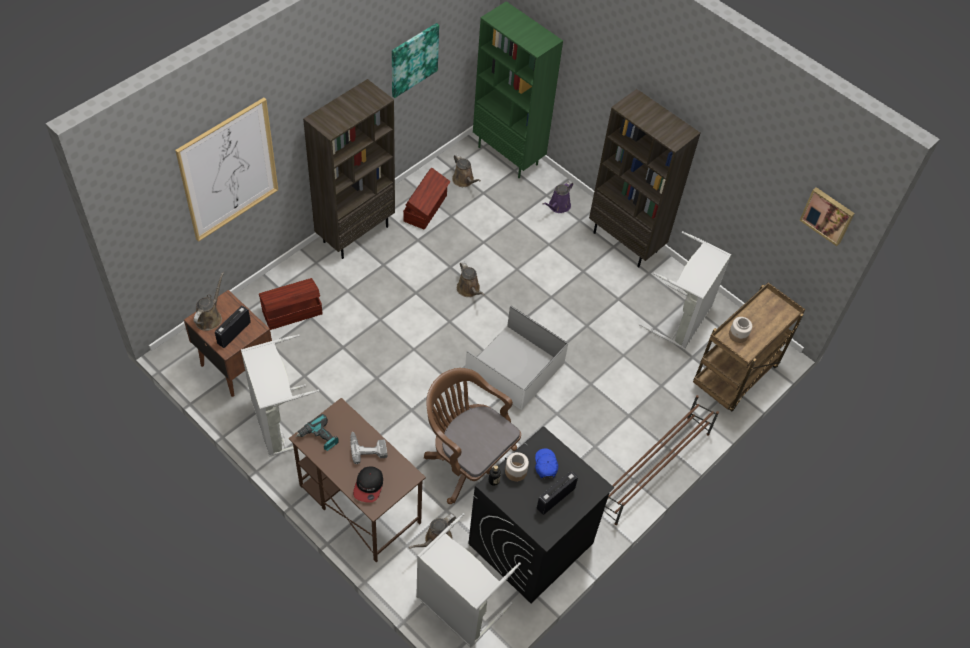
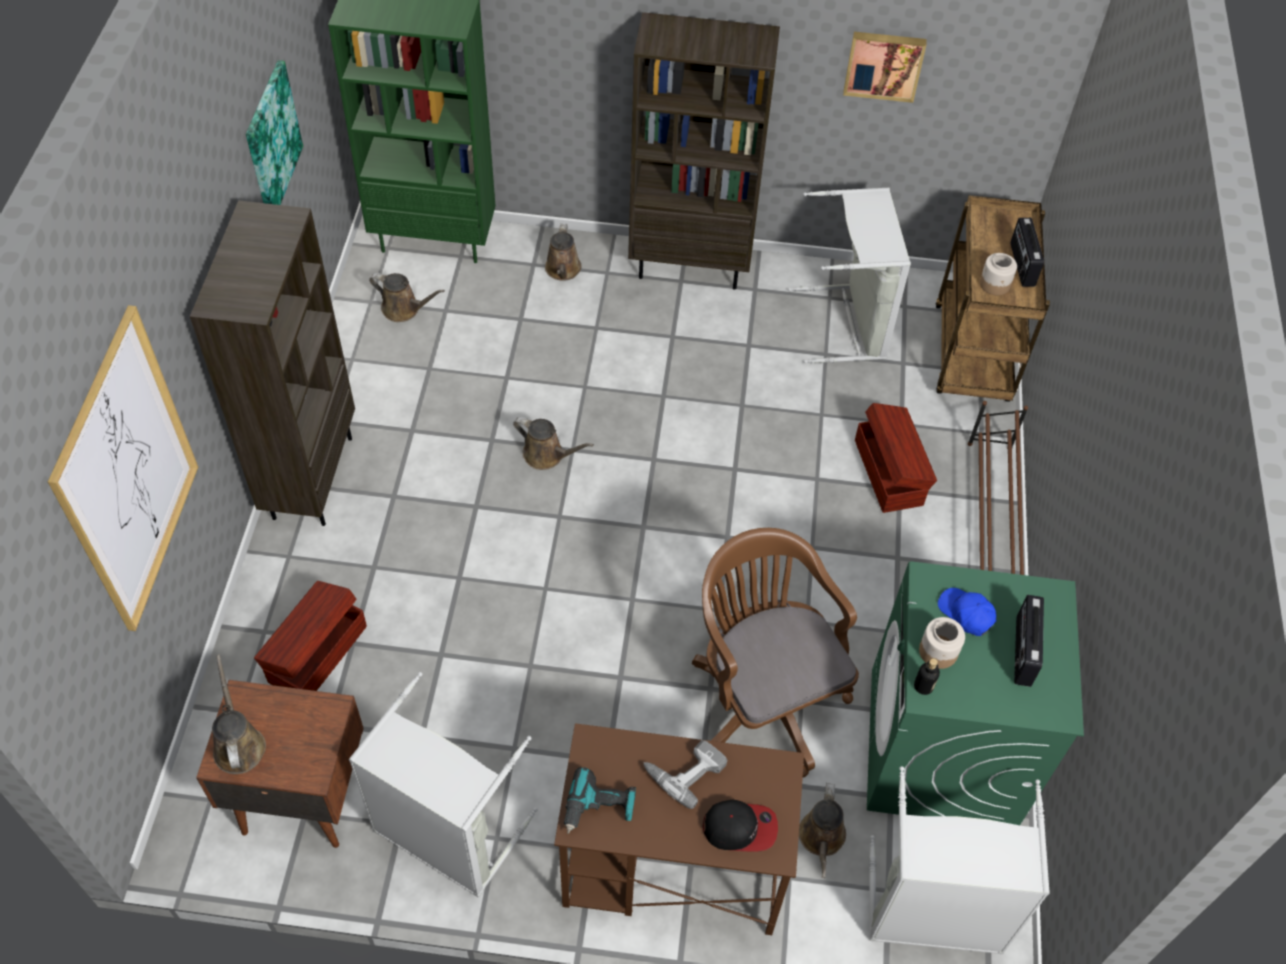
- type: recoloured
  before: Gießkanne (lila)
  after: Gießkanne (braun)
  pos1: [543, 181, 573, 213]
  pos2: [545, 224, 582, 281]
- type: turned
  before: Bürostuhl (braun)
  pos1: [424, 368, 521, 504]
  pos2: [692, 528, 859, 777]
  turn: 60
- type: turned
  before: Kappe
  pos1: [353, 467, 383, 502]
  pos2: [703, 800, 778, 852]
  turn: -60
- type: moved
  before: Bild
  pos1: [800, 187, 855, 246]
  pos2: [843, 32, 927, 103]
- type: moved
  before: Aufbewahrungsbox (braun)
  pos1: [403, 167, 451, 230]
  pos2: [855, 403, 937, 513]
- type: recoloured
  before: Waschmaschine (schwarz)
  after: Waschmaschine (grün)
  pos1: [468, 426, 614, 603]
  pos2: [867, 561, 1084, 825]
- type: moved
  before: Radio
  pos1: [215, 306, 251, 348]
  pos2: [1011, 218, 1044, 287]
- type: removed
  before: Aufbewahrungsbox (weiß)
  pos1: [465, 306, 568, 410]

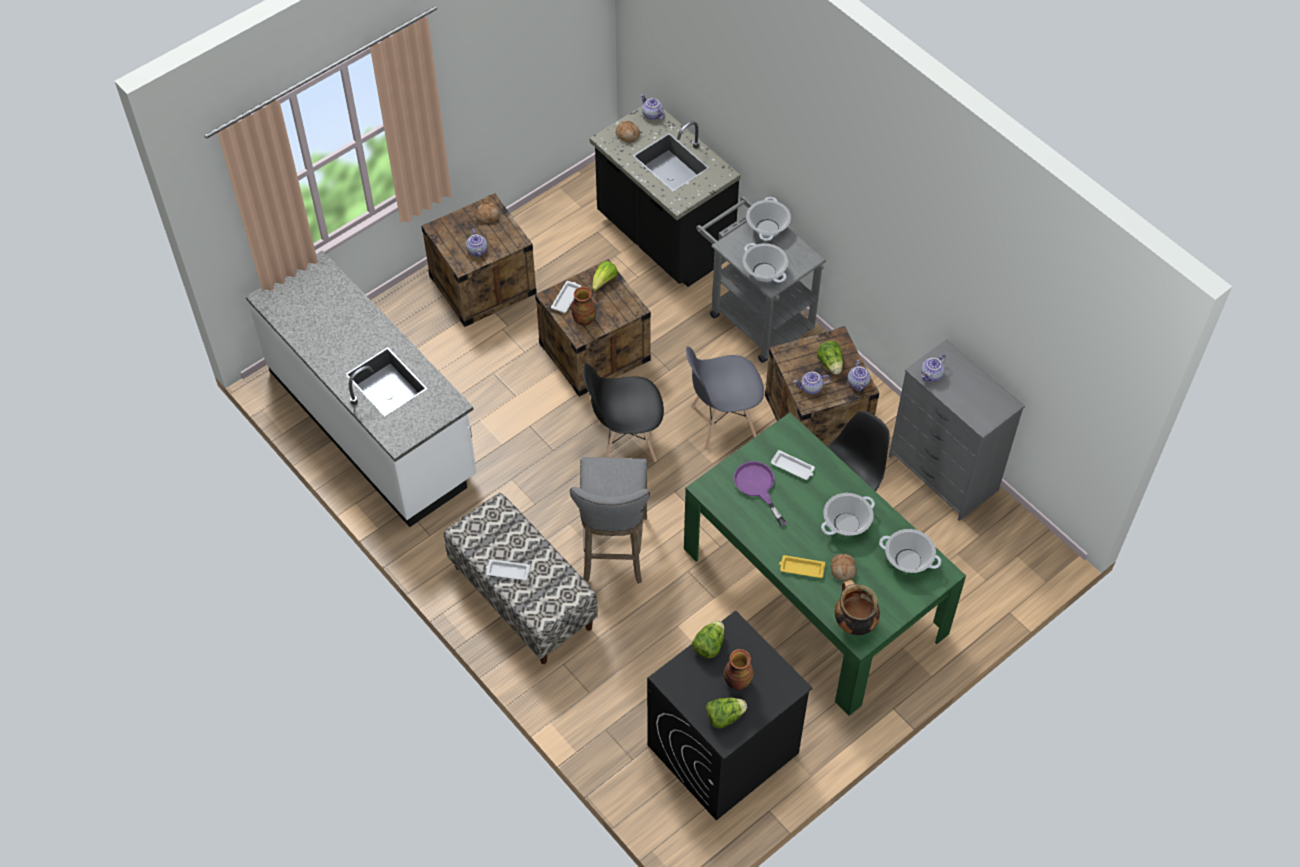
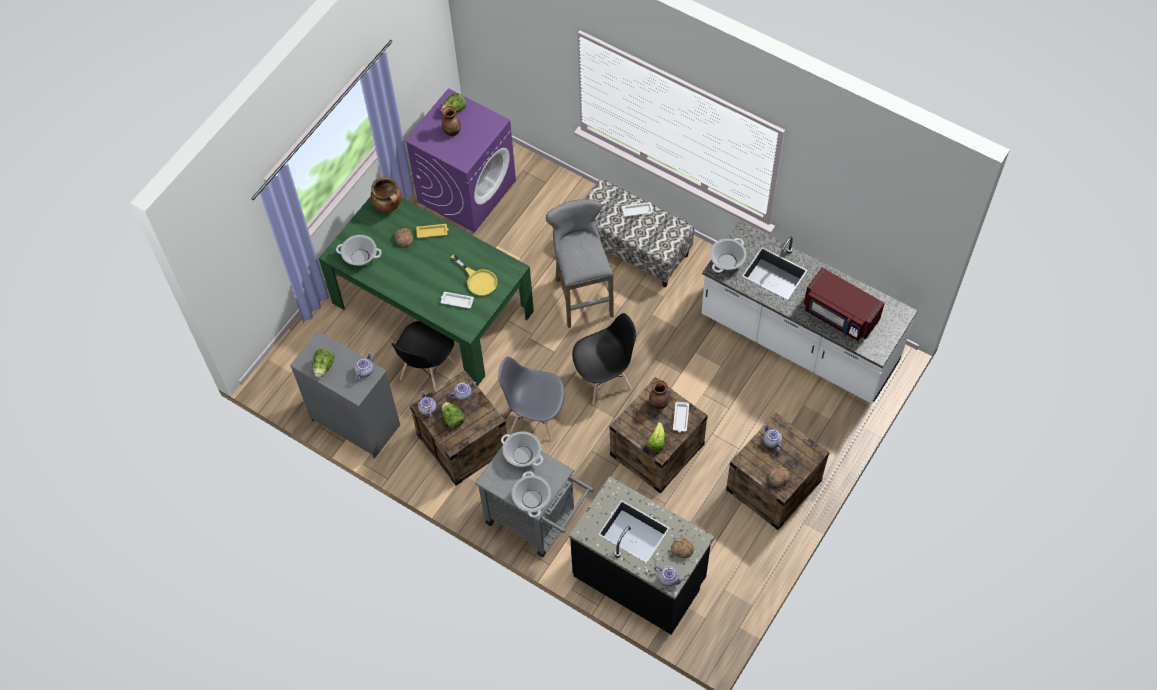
- type: moved
  before: Salatkopf
  pos1: [692, 620, 725, 658]
  pos2: [313, 349, 335, 378]
- type: recoloured
  before: Waschmaschine (schwarz)
  after: Waschmaschine (lila)
  pos1: [647, 610, 813, 821]
  pos2: [404, 88, 516, 233]
- type: recoloured
  before: Pfanne (lila)
  after: Pfanne (gelb)
  pos1: [734, 461, 786, 526]
  pos2: [451, 255, 497, 296]
- type: turned
  before: Stuhl (grau)
  pos1: [686, 346, 764, 449]
  pos2: [498, 356, 565, 441]
  turn: -135
- type: moved
  before: Kochtopf
  pos1: [821, 493, 875, 536]
  pos2: [710, 238, 747, 273]
- type: added
  after: Mikrowelle (rot)
  pos2: [804, 267, 885, 341]

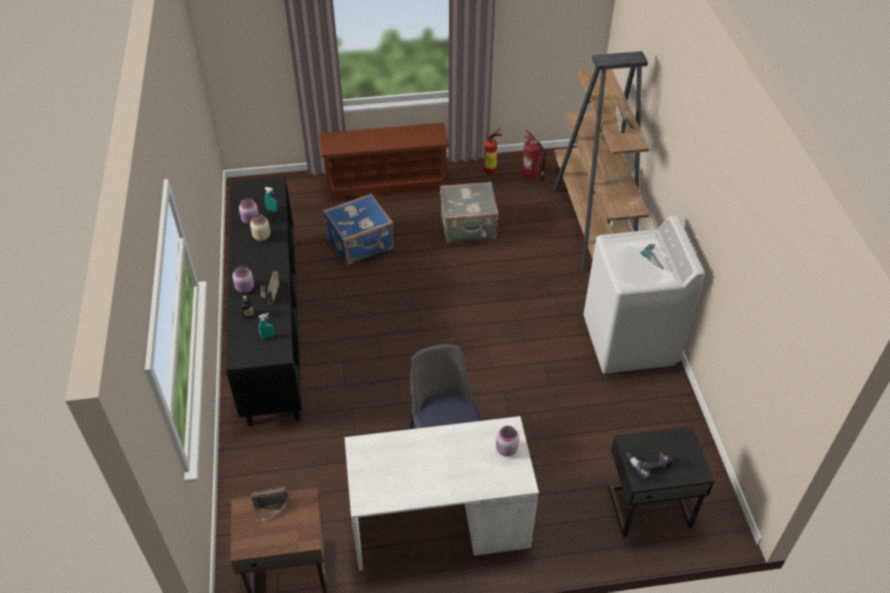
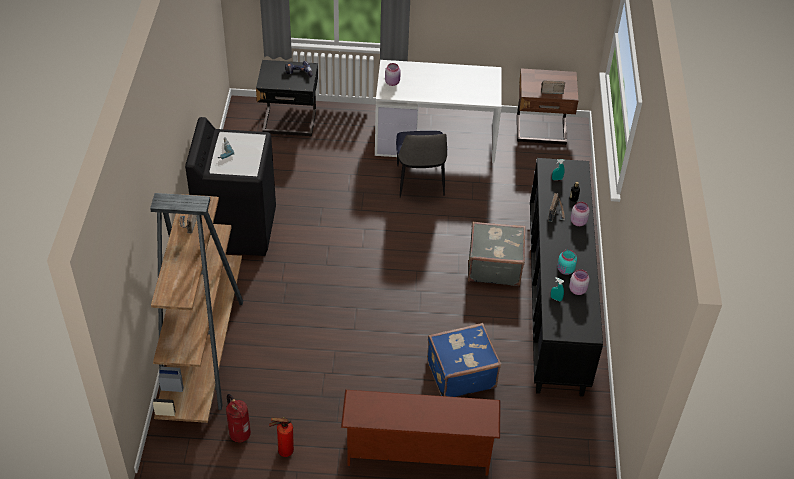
- type: recoloured
  before: Waschmaschine (weiß)
  after: Waschmaschine (schwarz)
  pos1: [584, 215, 705, 374]
  pos2: [185, 117, 276, 256]
- type: moved
  before: Koffer (grau)
  pos1: [440, 181, 499, 244]
  pos2: [468, 222, 526, 286]
- type: recoloured
  before: Vorratsglas (beige)
  after: Vorratsglas (türkis)
  pos1: [250, 214, 271, 241]
  pos2: [557, 249, 577, 275]

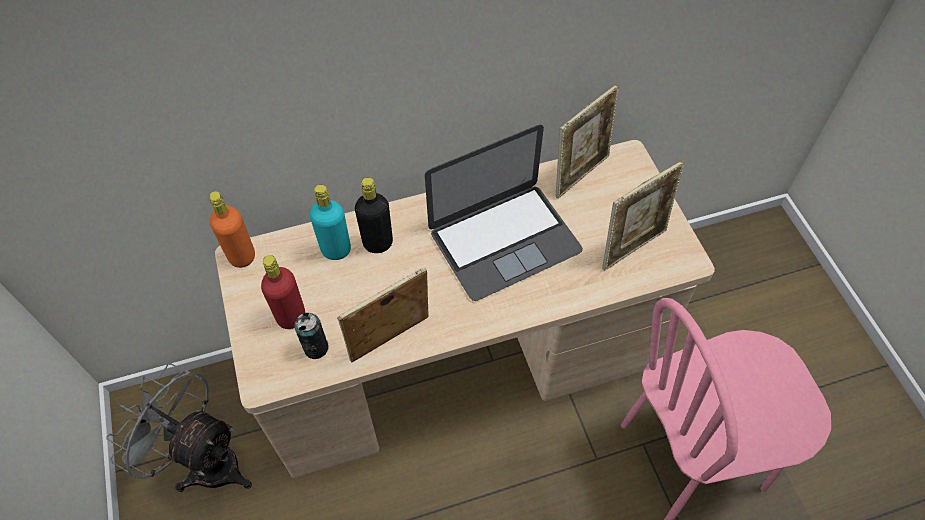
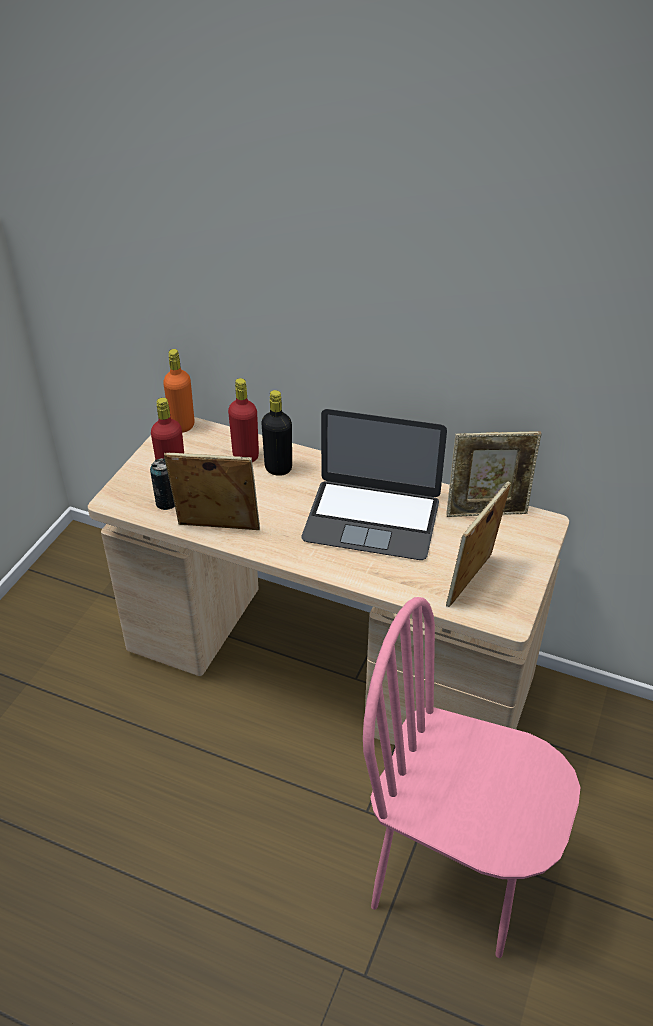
- type: recoloured
  before: Flasche (türkis)
  after: Flasche (rot)
  pos1: [310, 185, 351, 260]
  pos2: [228, 378, 259, 462]
- type: turned
  before: Bilderrahmen
  pos1: [602, 161, 684, 271]
  pos2: [446, 482, 511, 607]
  turn: 120
- type: removed
  before: Ventilator (grau)
  pos1: [106, 363, 252, 492]

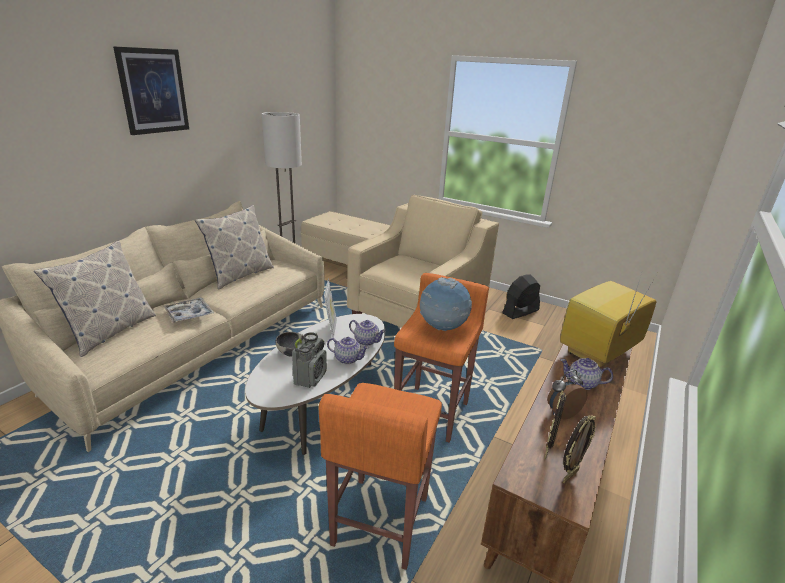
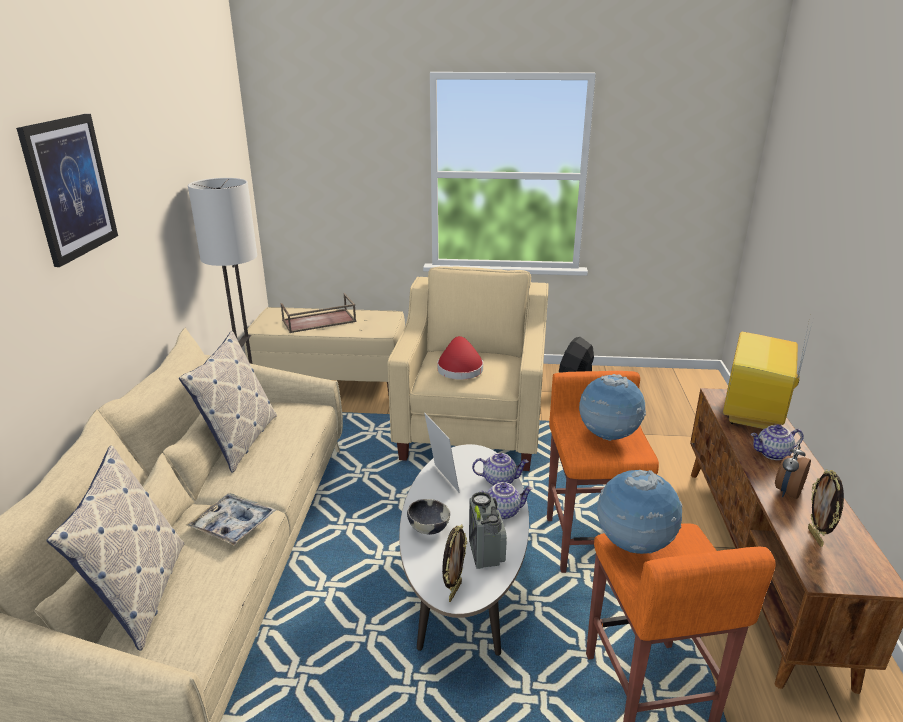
- type: added
  after: Tablett (braun)
  pos2: [281, 293, 356, 333]
- type: added
  after: Hut (rot)
  pos2: [437, 336, 483, 380]
- type: moved
  before: Bilderrahmen
  pos1: [563, 415, 596, 483]
  pos2: [442, 524, 467, 602]
- type: added
  after: Globus
  pos2: [597, 470, 683, 554]

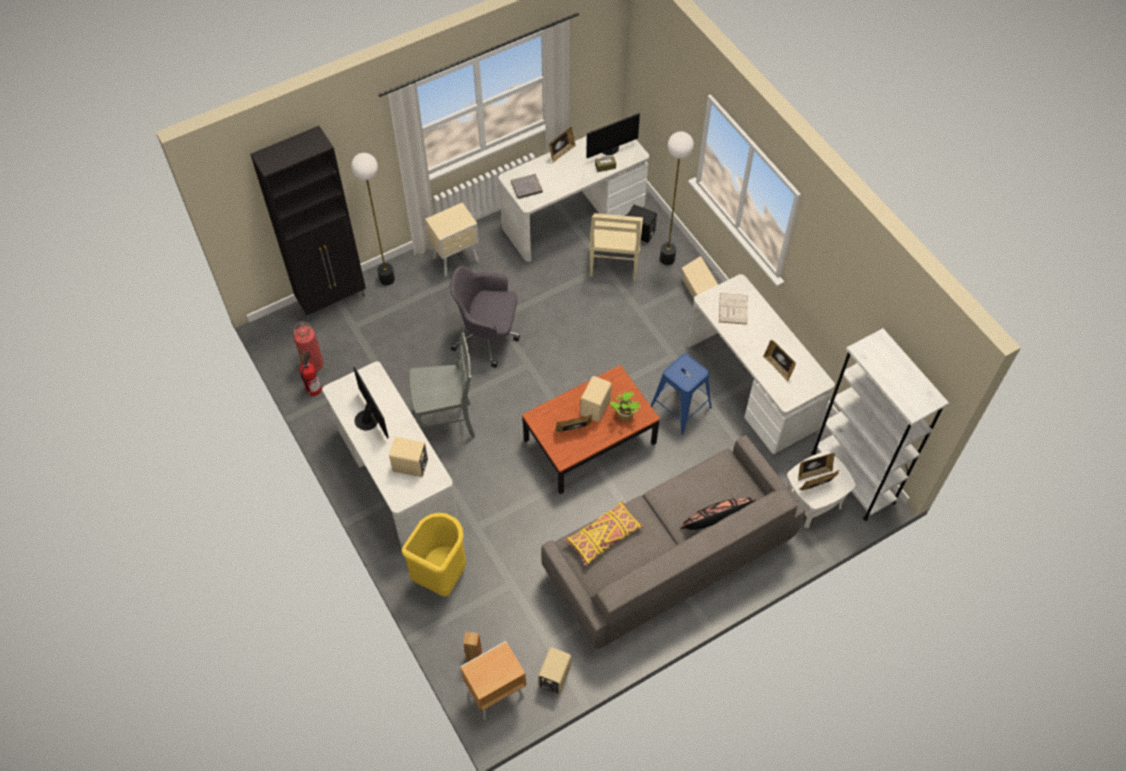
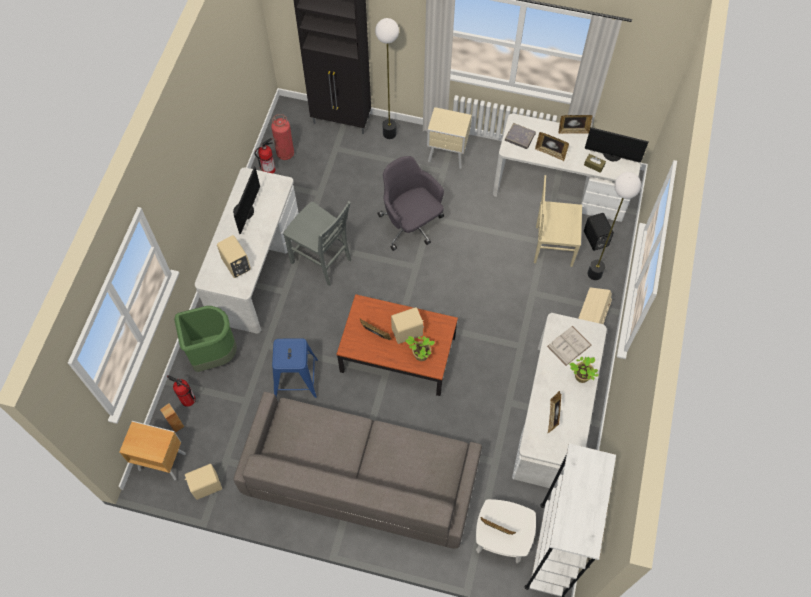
- type: added
  after: Feuerlöscher
  pos2: [167, 375, 196, 407]
- type: recoloured
  before: Mülleimer (gelb)
  after: Mülleimer (grün)
  pos1: [402, 513, 466, 596]
  pos2: [174, 306, 237, 372]
- type: moved
  before: Hocker (blau)
  pos1: [651, 354, 712, 435]
  pos2: [272, 338, 318, 398]
- type: turned
  before: Stuhl (beige)
  pos1: [590, 213, 643, 281]
  pos2: [534, 175, 582, 267]
  turn: 45
- type: moved
  before: Bilderrahmen
  pos1: [798, 453, 835, 481]
  pos2: [535, 132, 569, 161]
- type: added
  after: Topfpflanze
  pos2: [569, 357, 599, 383]
- type: removed
  before: Kissen (gelb)
  pos1: [564, 502, 644, 566]
- type: removed
  before: Kissen (schwarz)
  pos1: [680, 498, 756, 530]

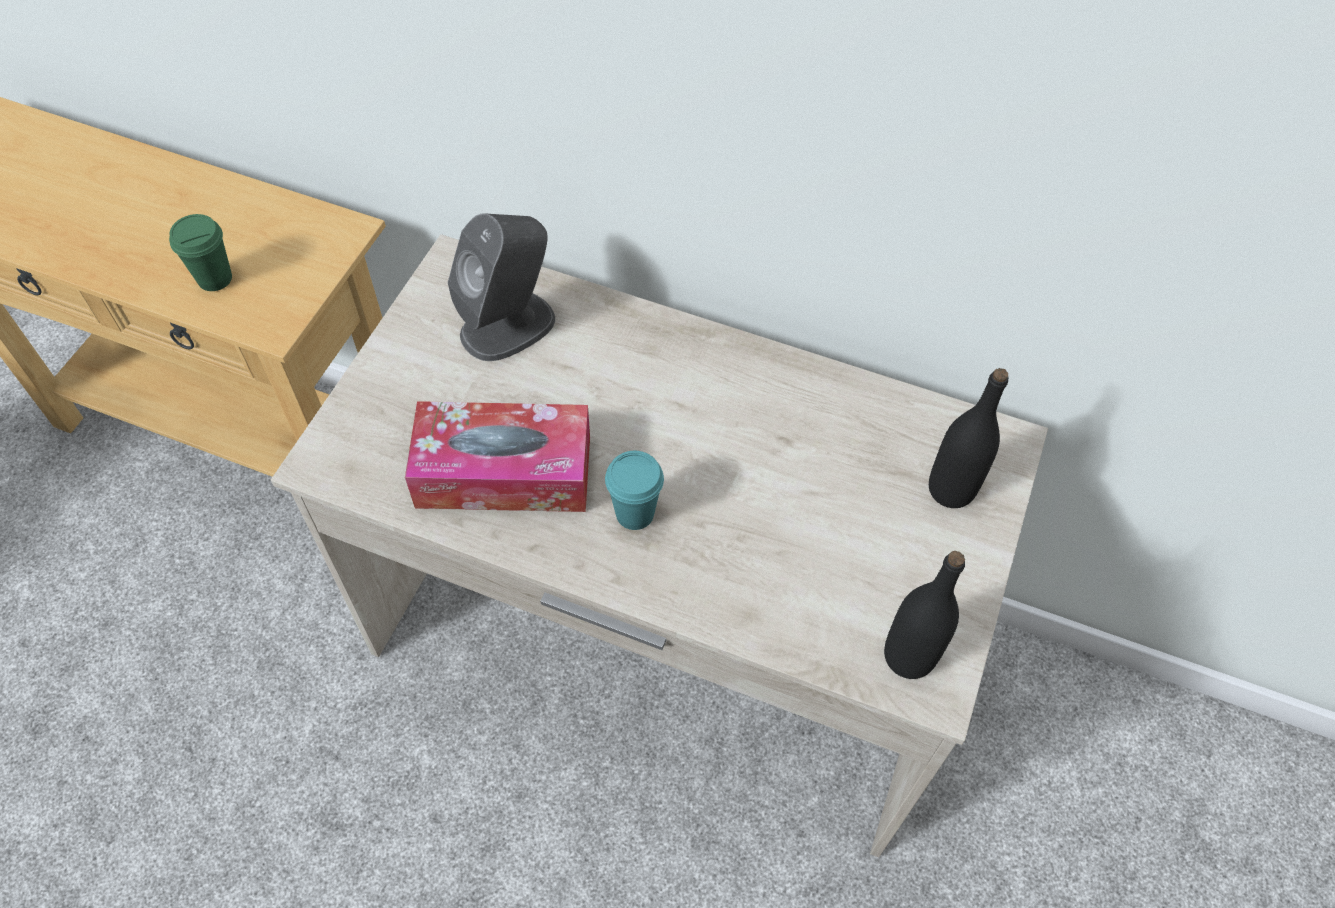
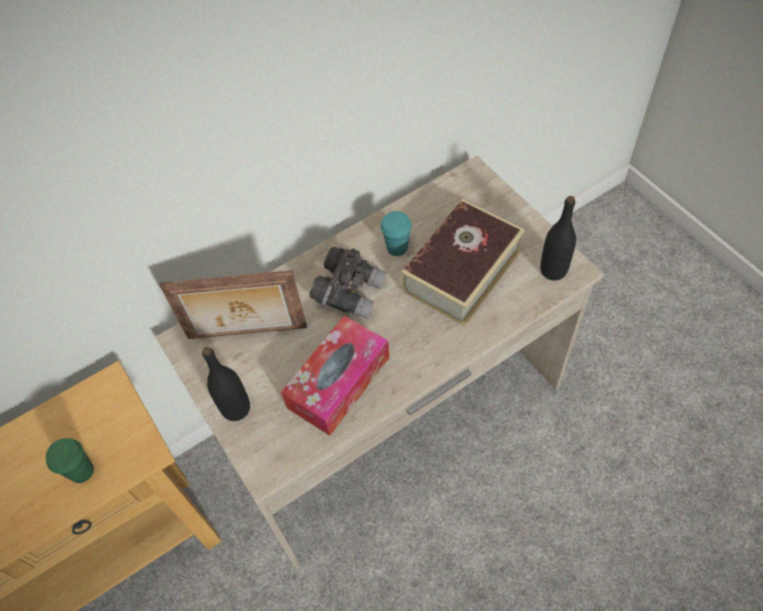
- type: replaced
  before: Lautsprecher (grau)
  after: Bilderrahmen
  pos1: [448, 213, 555, 361]
  pos2: [159, 270, 307, 339]
- type: moved
  before: Flasche (schwarz)
  pos1: [929, 368, 1008, 508]
  pos2: [202, 347, 250, 421]
- type: added
  after: Fernglas (grau)
  pos2: [309, 247, 387, 319]
- type: moved
  before: Tasse (türkis)
  pos1: [605, 451, 664, 530]
  pos2: [380, 211, 412, 256]
- type: added
  after: Buch
  pos2: [400, 199, 525, 327]

